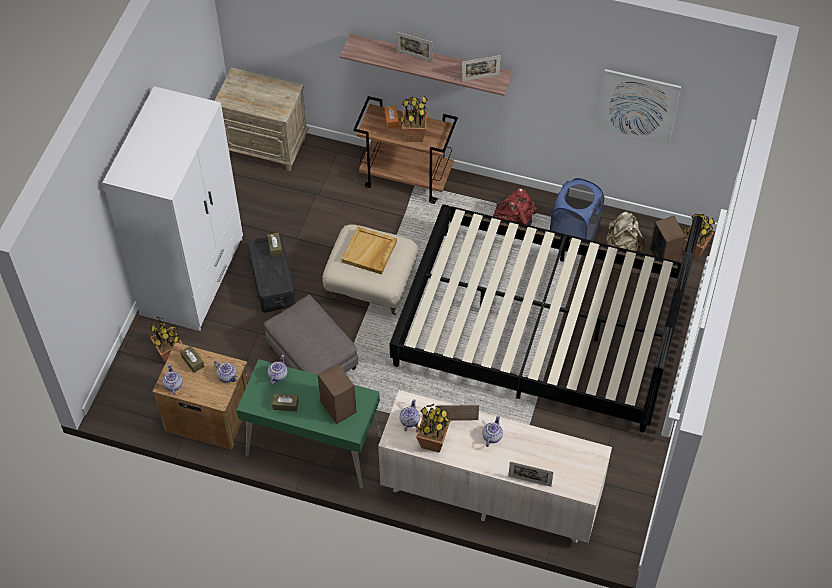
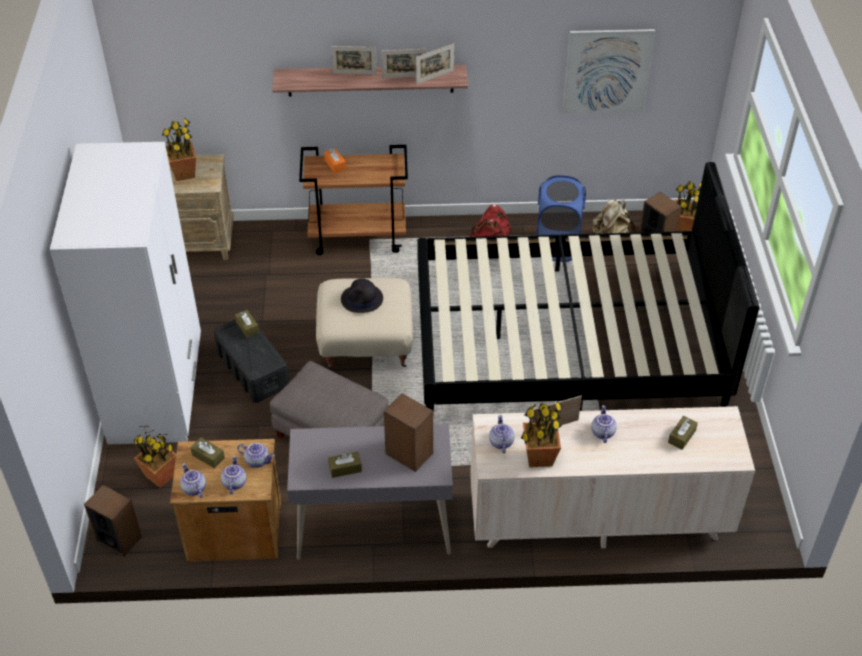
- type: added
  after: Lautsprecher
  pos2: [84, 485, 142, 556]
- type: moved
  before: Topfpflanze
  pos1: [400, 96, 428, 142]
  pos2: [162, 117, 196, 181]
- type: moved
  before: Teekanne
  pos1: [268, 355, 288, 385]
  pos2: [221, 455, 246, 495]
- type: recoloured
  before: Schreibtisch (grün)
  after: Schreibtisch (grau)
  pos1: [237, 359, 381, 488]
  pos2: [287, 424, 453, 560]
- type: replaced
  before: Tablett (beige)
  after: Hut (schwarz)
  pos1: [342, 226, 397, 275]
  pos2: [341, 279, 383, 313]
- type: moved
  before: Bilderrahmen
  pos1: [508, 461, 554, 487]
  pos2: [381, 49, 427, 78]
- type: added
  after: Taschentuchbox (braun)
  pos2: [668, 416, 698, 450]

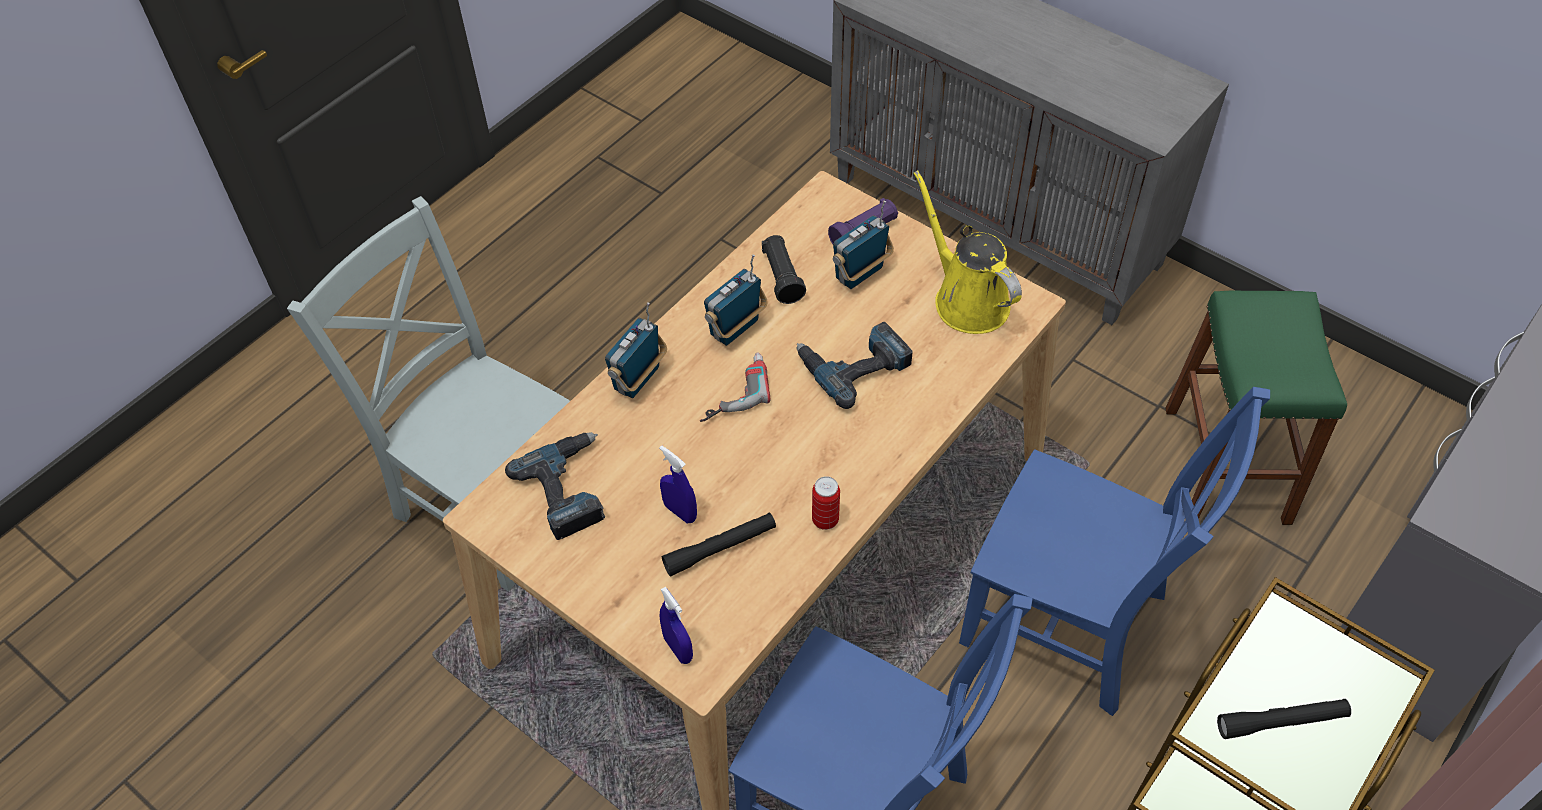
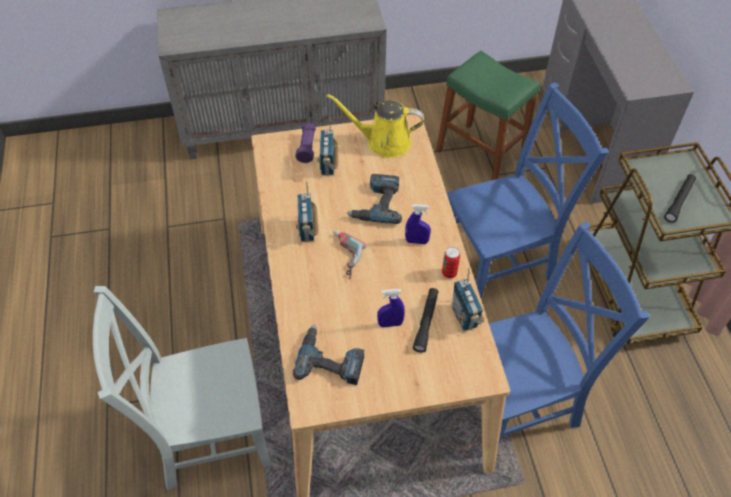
- type: moved
  before: Sprühflasche (blau)
  pos1: [660, 587, 693, 664]
  pos2: [405, 204, 431, 244]
- type: moved
  before: Radio
  pos1: [605, 302, 667, 398]
  pos2: [452, 268, 485, 331]
- type: removed
  before: Taschenlampe (schwarz)
  pos1: [762, 235, 806, 304]

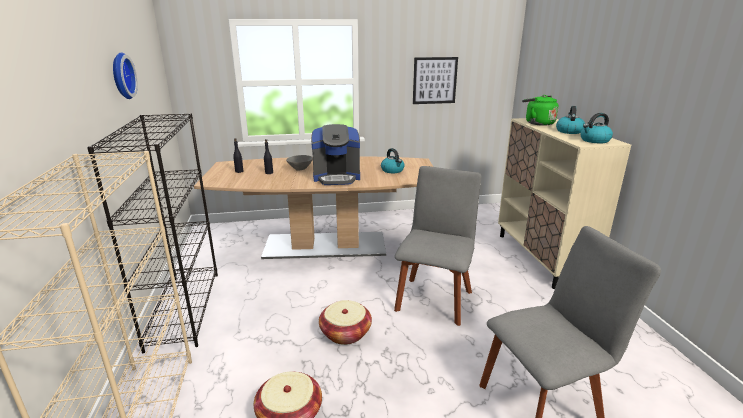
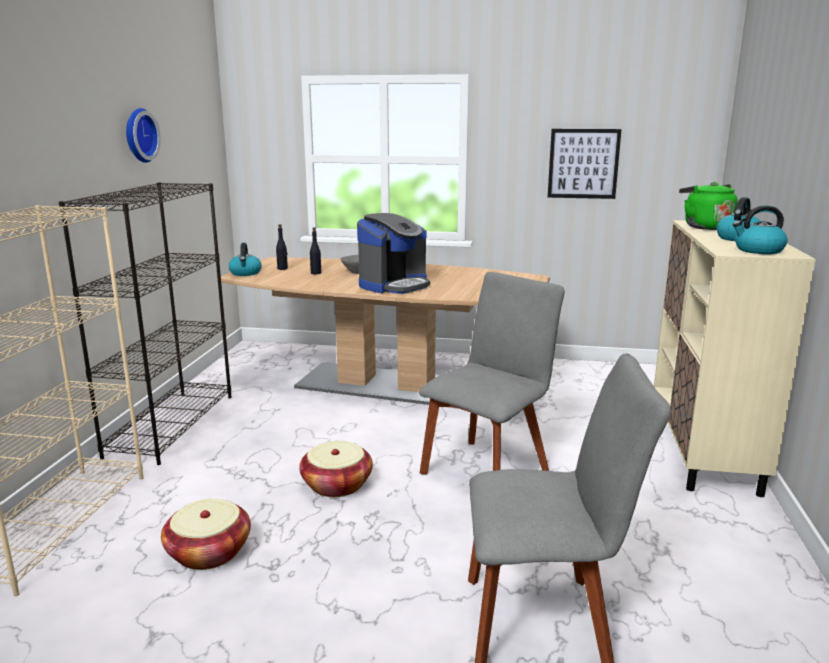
- type: moved
  before: Wasserkessel
  pos1: [381, 148, 405, 173]
  pos2: [229, 243, 262, 276]
- type: turned
  before: Kaffeemaschine
  pos1: [311, 124, 360, 185]
  pos2: [357, 213, 430, 294]
  turn: -60

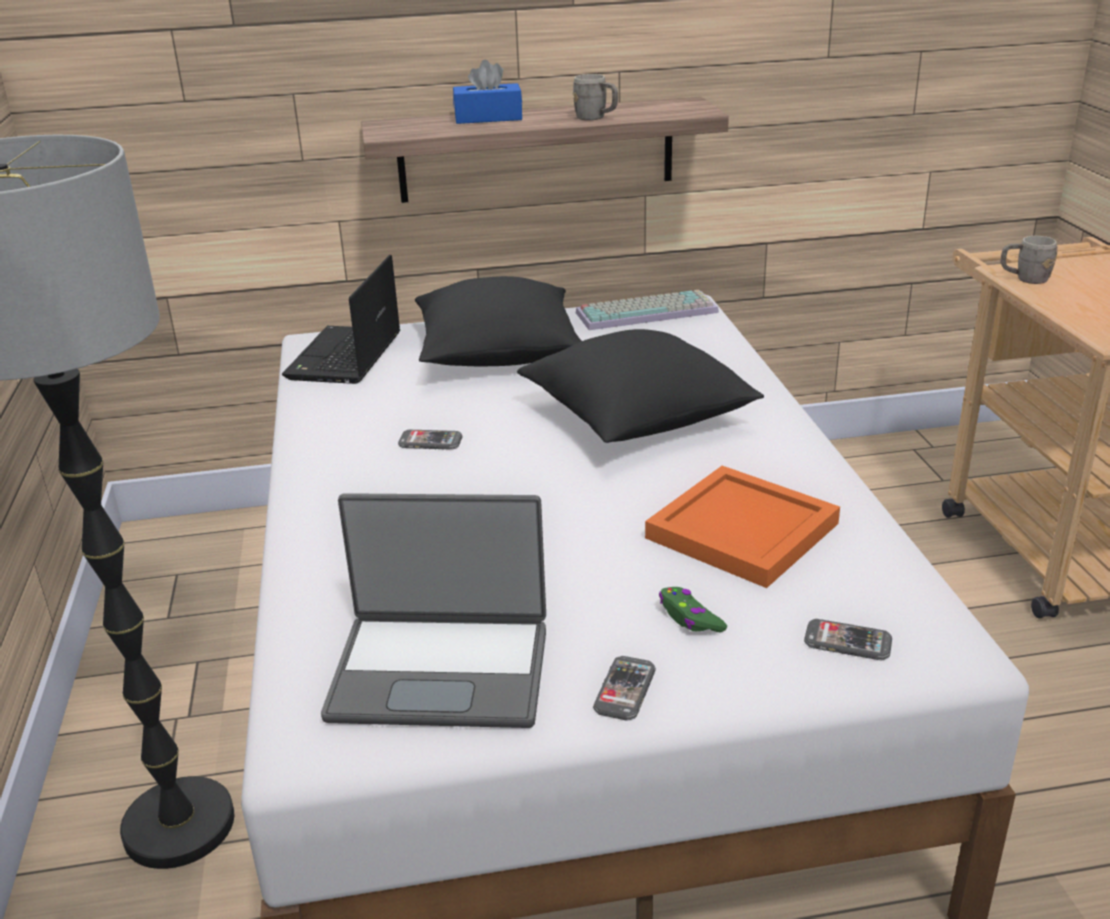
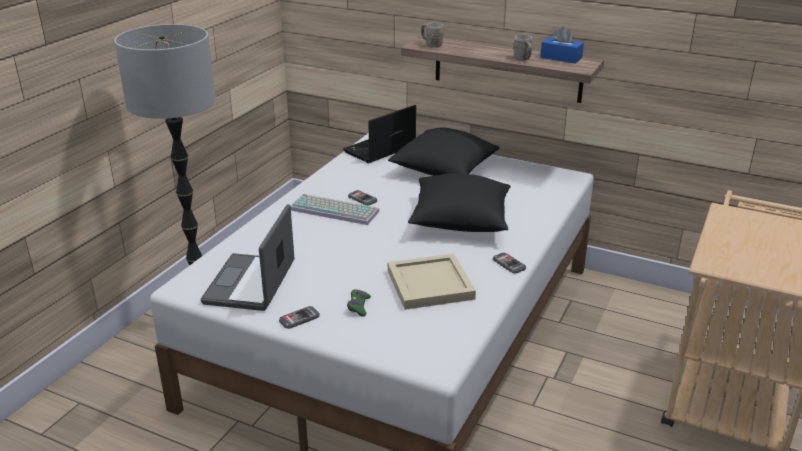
- type: turned
  before: Laptop
  pos1: [321, 493, 546, 728]
  pos2: [201, 205, 294, 311]
  turn: 60
- type: moved
  before: Tastatur
  pos1: [576, 290, 719, 330]
  pos2: [291, 194, 380, 225]
- type: recoloured
  before: Tablett (orange)
  after: Tablett (beige)
  pos1: [645, 466, 840, 588]
  pos2: [388, 254, 476, 310]
- type: moved
  before: Henkelbecher (grau)
  pos1: [1001, 236, 1058, 284]
  pos2: [421, 23, 444, 48]
- type: moved
  before: Handy
  pos1: [804, 619, 892, 660]
  pos2: [493, 253, 526, 274]
- type: moved
  before: Taschentuchbox (blau)
  pos1: [453, 60, 522, 124]
  pos2: [540, 27, 584, 63]

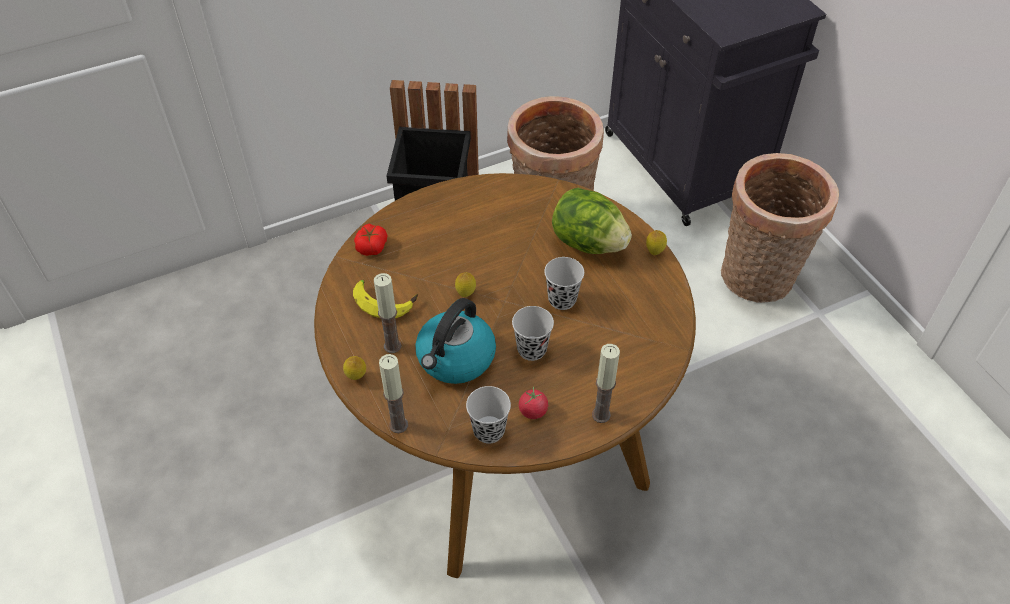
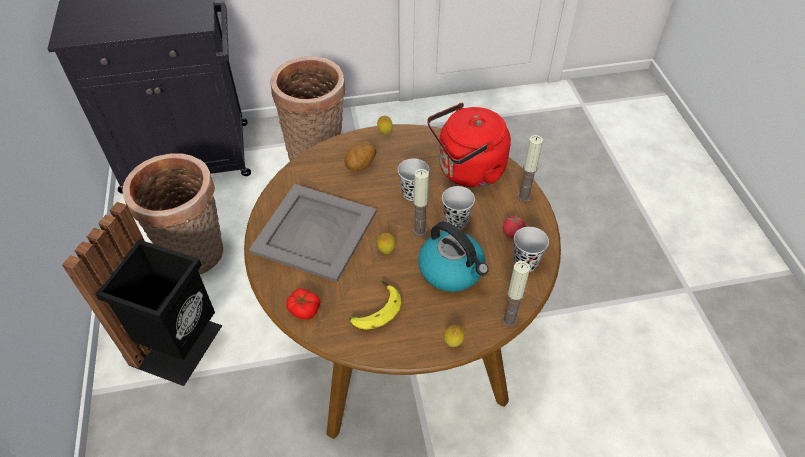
- type: added
  after: Tablett (grau)
  pos2: [249, 184, 377, 282]
- type: replaced
  before: Salatkopf
  after: Kartoffel
  pos1: [552, 188, 632, 254]
  pos2: [344, 141, 376, 171]
- type: moved
  before: Kerze
  pos1: [374, 273, 402, 353]
  pos2: [413, 169, 429, 236]
- type: added
  after: Wasserkessel (rot)
  pos2: [427, 103, 511, 188]

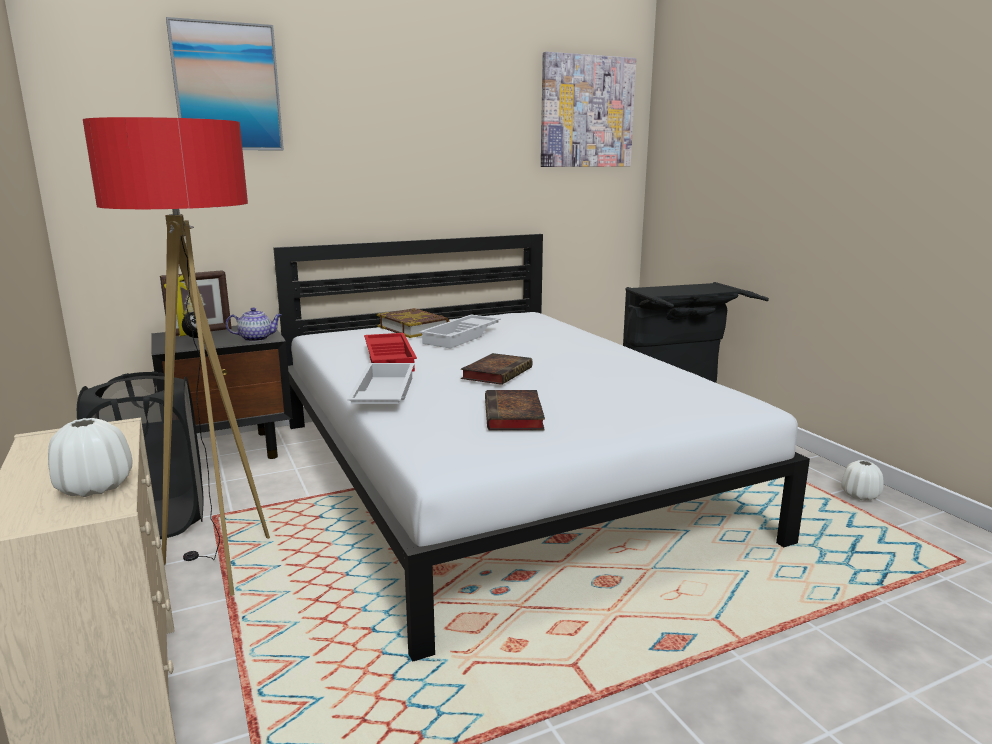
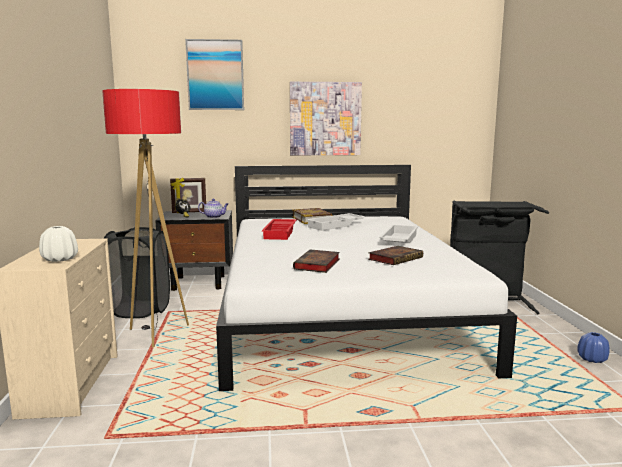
- type: moved
  before: Bild
  pos1: [541, 52, 636, 167]
  pos2: [290, 82, 362, 155]
- type: moved
  before: Buch
  pos1: [461, 353, 532, 385]
  pos2: [368, 246, 423, 265]
- type: moved
  before: Tablett (weiß)
  pos1: [347, 363, 414, 404]
  pos2: [379, 225, 418, 243]
- type: recoloured
  before: Vase (weiß)
  after: Vase (blau)
  pos1: [841, 460, 884, 501]
  pos2: [577, 332, 610, 363]

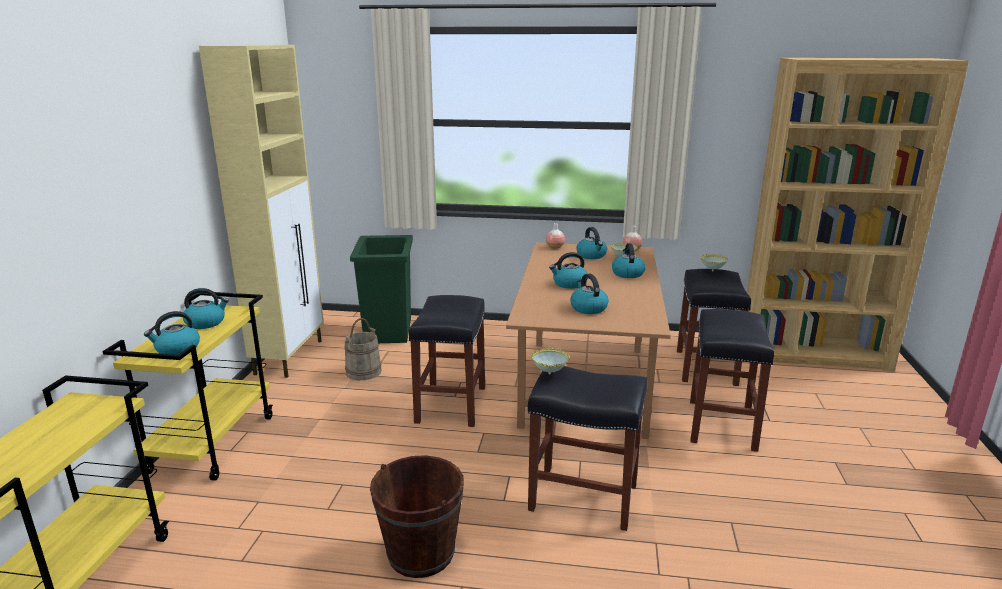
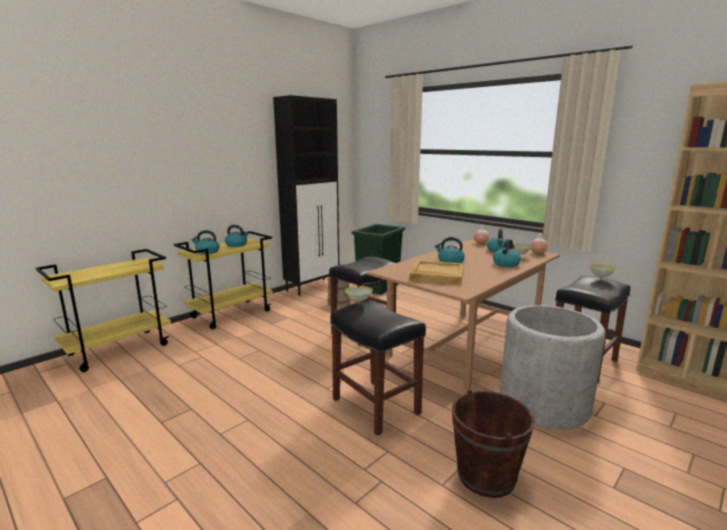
- type: recoloured
  before: Schrank (beige)
  after: Schrank (schwarz)
  pos1: [199, 45, 324, 378]
  pos2: [273, 95, 339, 296]
- type: replaced
  before: Wasserkessel
  after: Tablett (beige)
  pos1: [570, 273, 609, 314]
  pos2: [410, 260, 464, 284]
- type: moved
  before: Eimer (braun)
  pos1: [370, 455, 464, 578]
  pos2: [452, 389, 535, 498]
- type: replaced
  before: Hocker (schwarz)
  after: Pflanzkübel (grau)
  pos1: [690, 309, 774, 452]
  pos2: [500, 305, 605, 429]

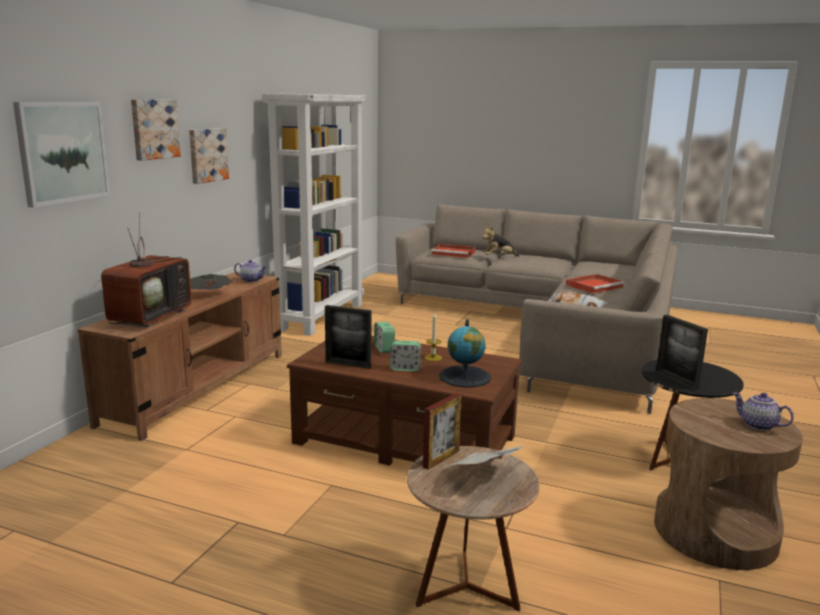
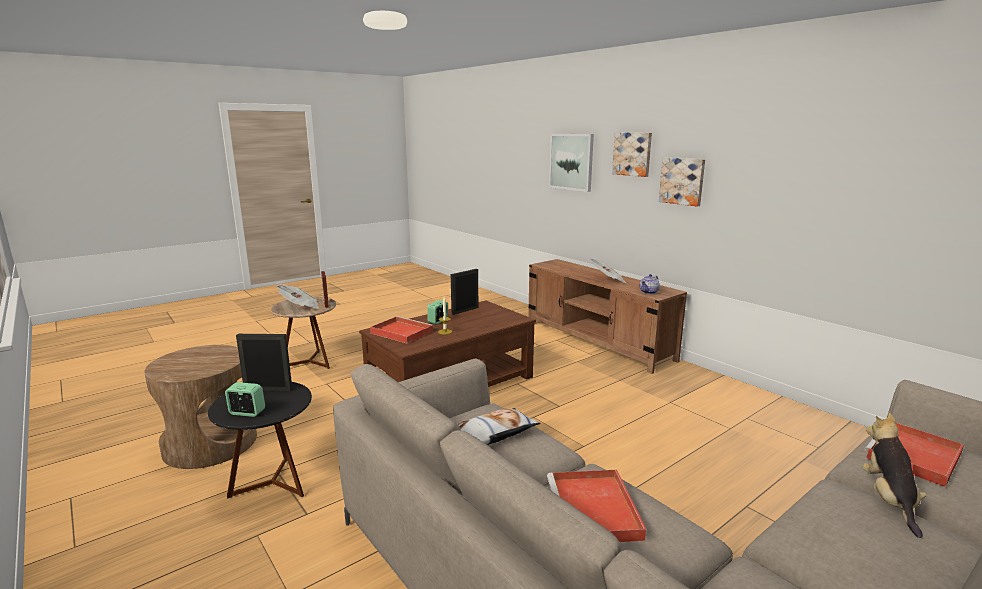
- type: moved
  before: Wecker
  pos1: [374, 322, 395, 353]
  pos2: [225, 382, 265, 417]
- type: replaced
  before: Globus
  after: Tablett (rot)
  pos1: [439, 319, 491, 388]
  pos2: [370, 316, 434, 344]
- type: removed
  before: Fernseher
  pos1: [101, 212, 192, 327]
- type: removed
  before: Bücherregal (weiß)
  pos1: [262, 93, 367, 336]
- type: removed
  before: Teekanne
  pos1: [733, 392, 794, 431]

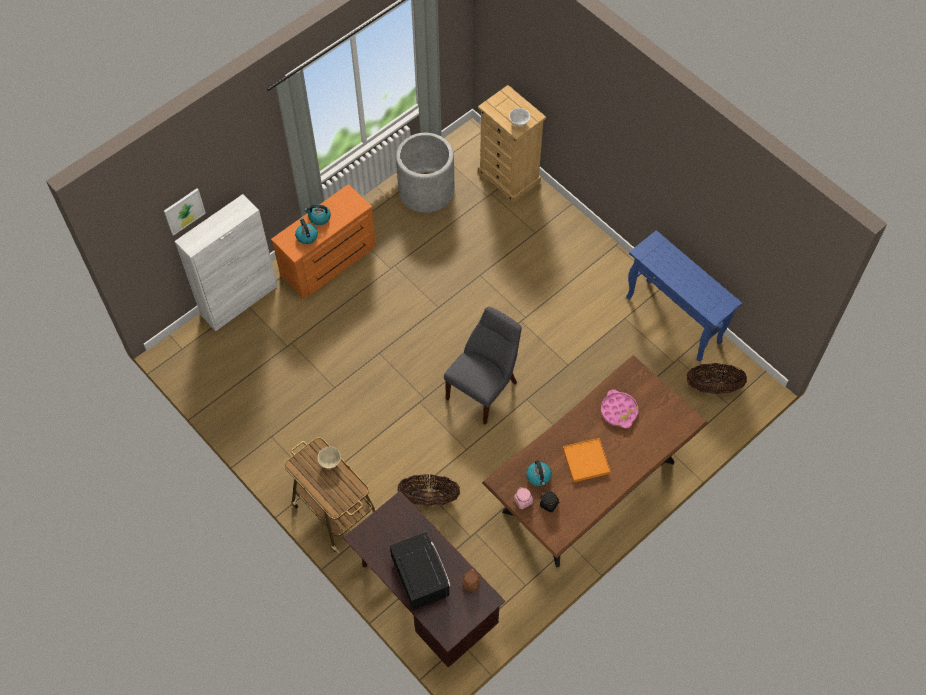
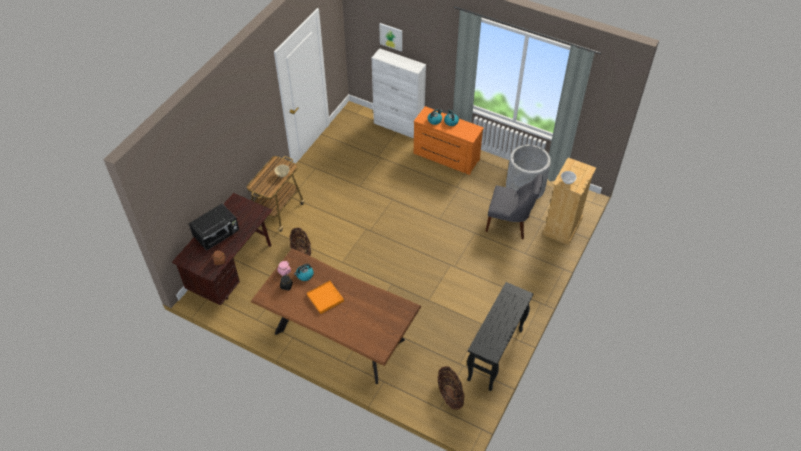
- type: recoloured
  before: Konsolentisch (blau)
  after: Konsolentisch (schwarz)
  pos1: [626, 230, 742, 362]
  pos2: [467, 282, 534, 391]
- type: moved
  before: Stuhl (grau)
  pos1: [444, 307, 521, 425]
  pos2: [485, 174, 543, 239]
- type: removed
  before: Tablett (rosa)
  pos1: [601, 390, 638, 428]

